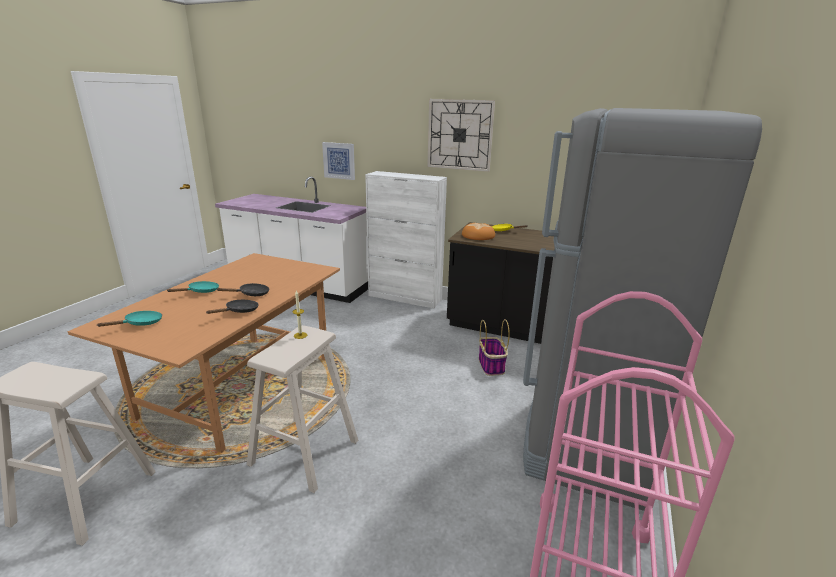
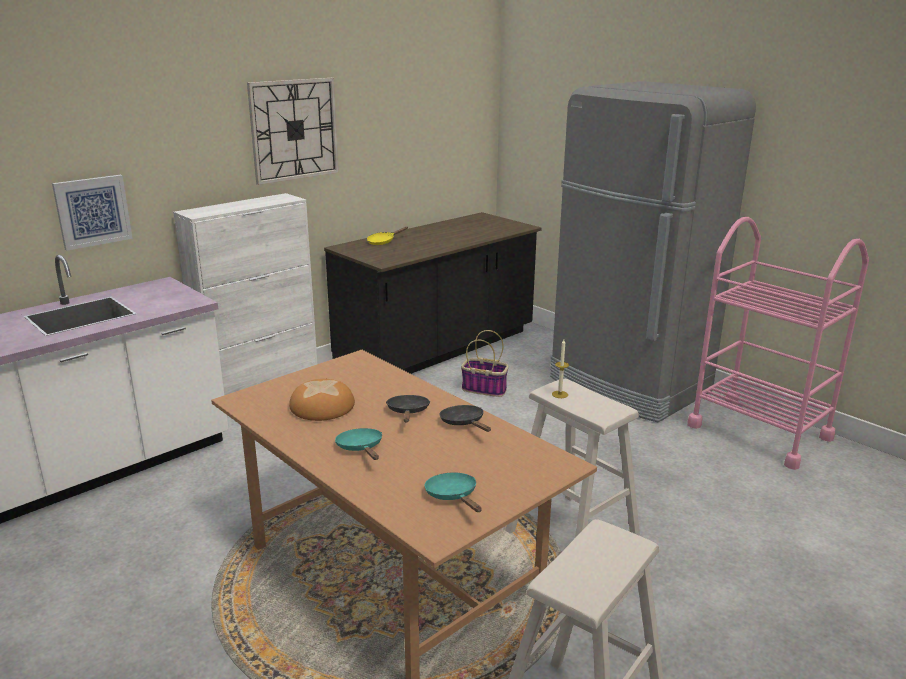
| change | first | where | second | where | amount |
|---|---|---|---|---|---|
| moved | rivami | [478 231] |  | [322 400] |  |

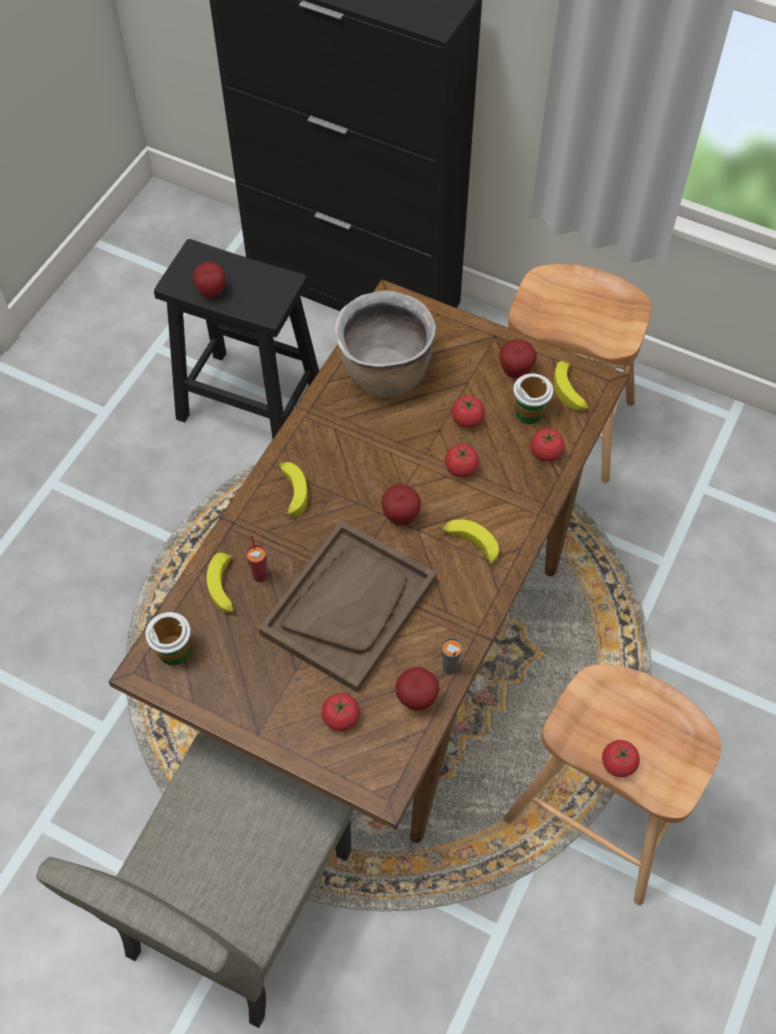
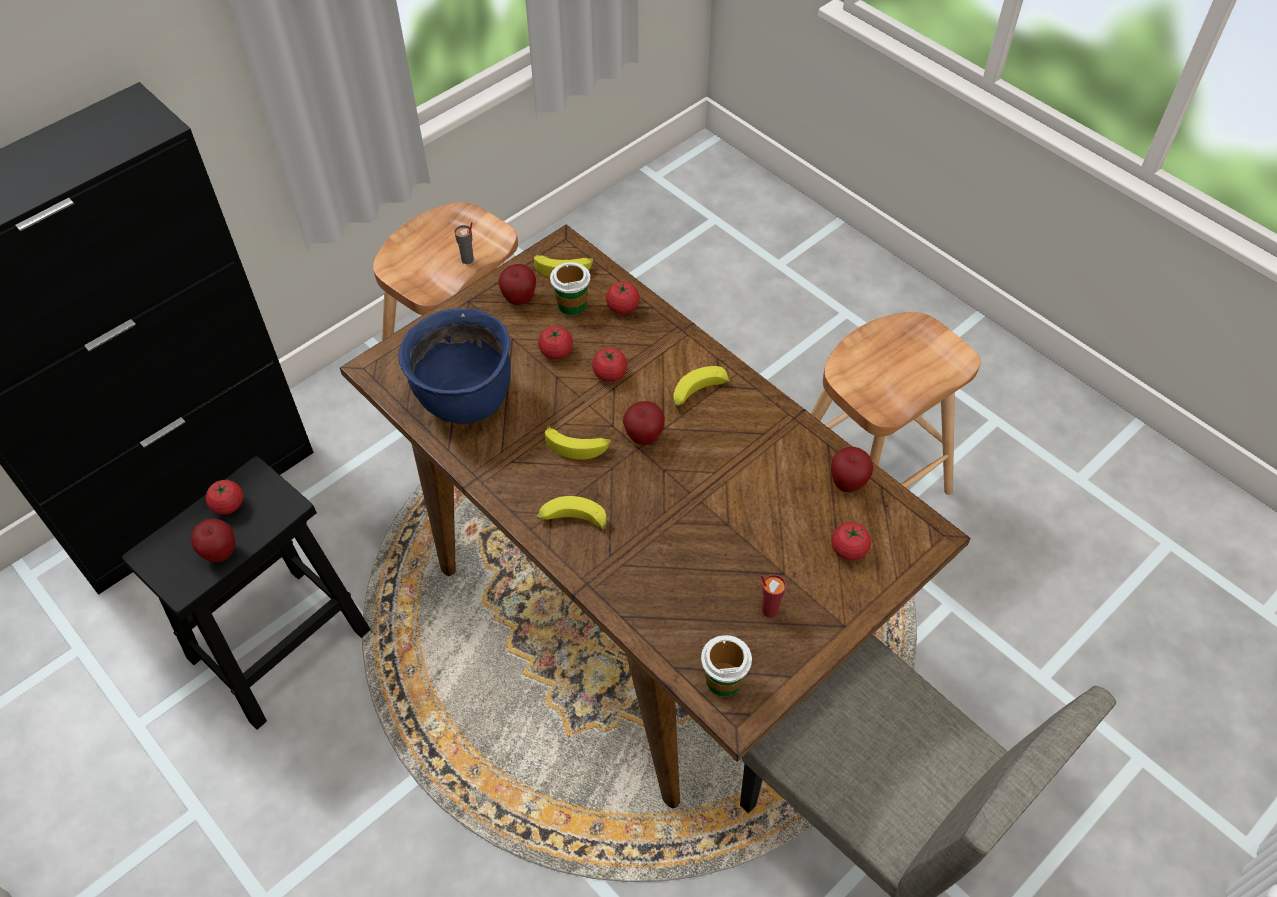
| change | first | where | second | where | amount |
|---|---|---|---|---|---|
| moved | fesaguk | [621 758] |  | [224 497] |  |
| recoloured | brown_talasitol | [385 344] | blue_talasitol | [455 366] |  |
| moved | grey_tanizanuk | [452 656] |  | [464 243] |  |
| moved | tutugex | [220 582] |  | [578 442] |  |
| moved | red_tanizanuk | [256 558] |  | [773 595] |  |
| removed | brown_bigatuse | [348 606] |  |  |  |

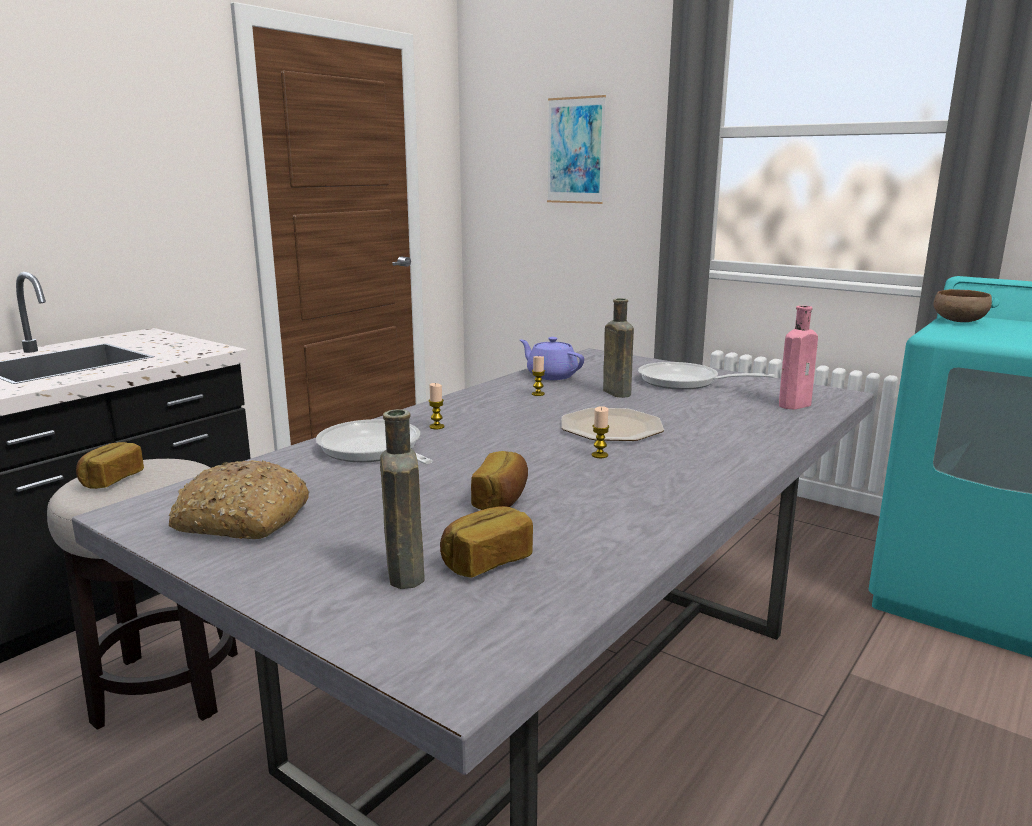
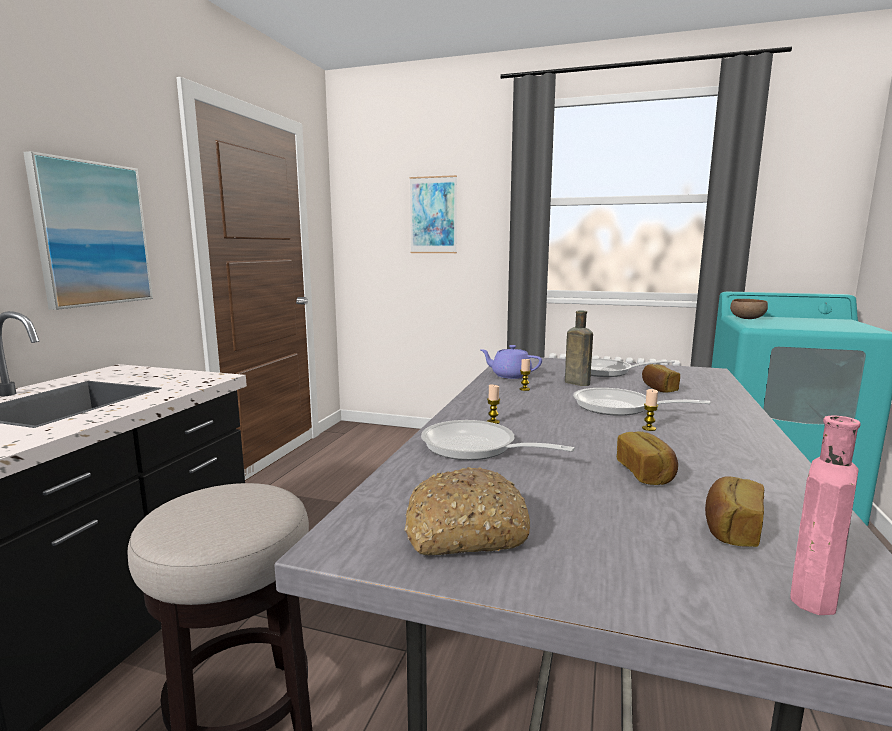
| change | first | where | second | where | amount |
|---|---|---|---|---|---|
| added |  |  | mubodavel | [88 230] |  |
| replaced | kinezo | [612 424] | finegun | [641 402] |  |
| moved | rivami | [110 465] |  | [661 378] |  |
| moved | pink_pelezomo | [798 358] |  | [825 515] |  |
| removed | brown_pelezomo | [402 499] |  |  |  |

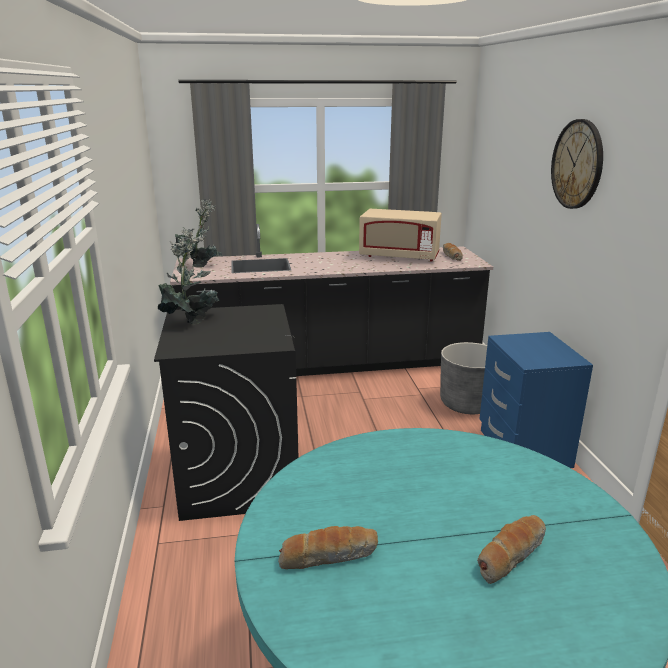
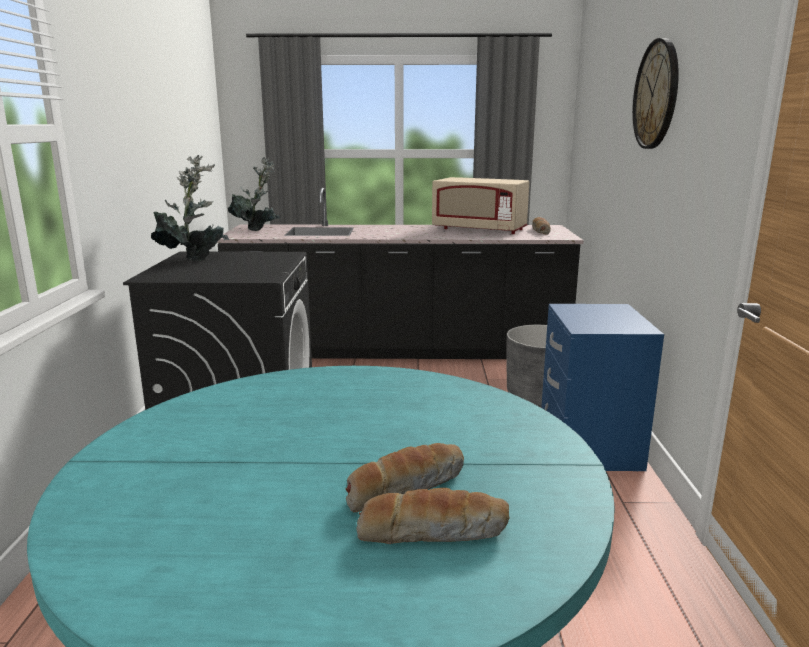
| change | first | where | second | where | amount |
|---|---|---|---|---|---|
| moved | rivami | [328 547] |  | [433 516] |  |

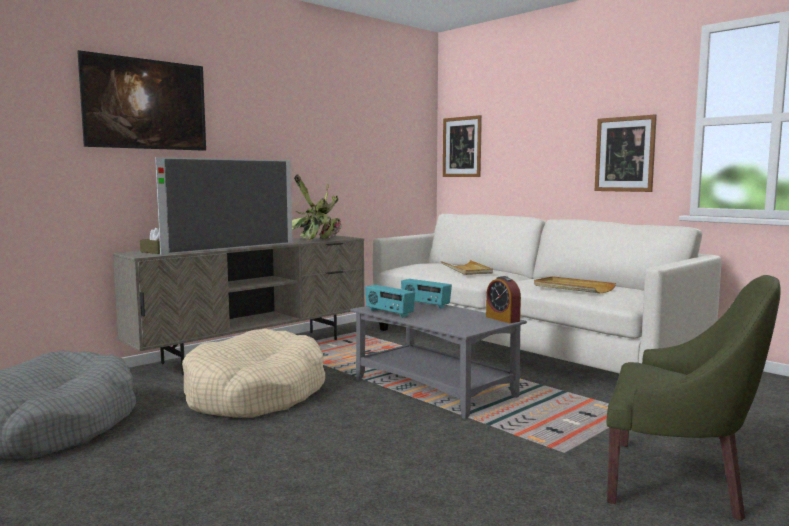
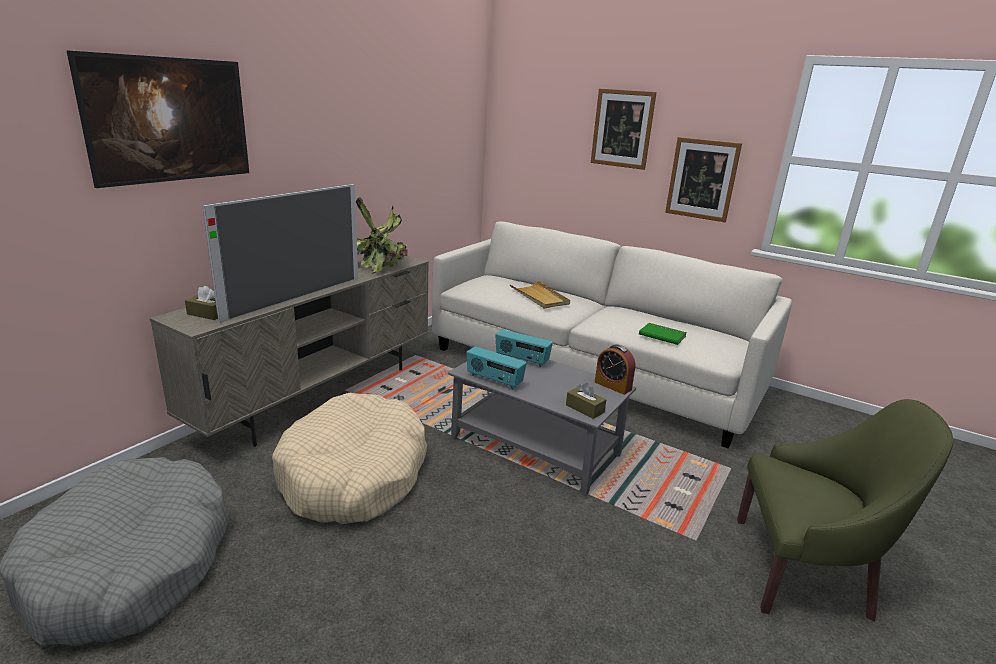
| change | first | where | second | where | amount |
|---|---|---|---|---|---|
| added |  |  | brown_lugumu | [586 401] |  |
| moved | mubodavel | [462 146] |  | [624 129] |  |
| replaced | beige_bigatuse | [575 284] | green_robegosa | [663 334] |  |

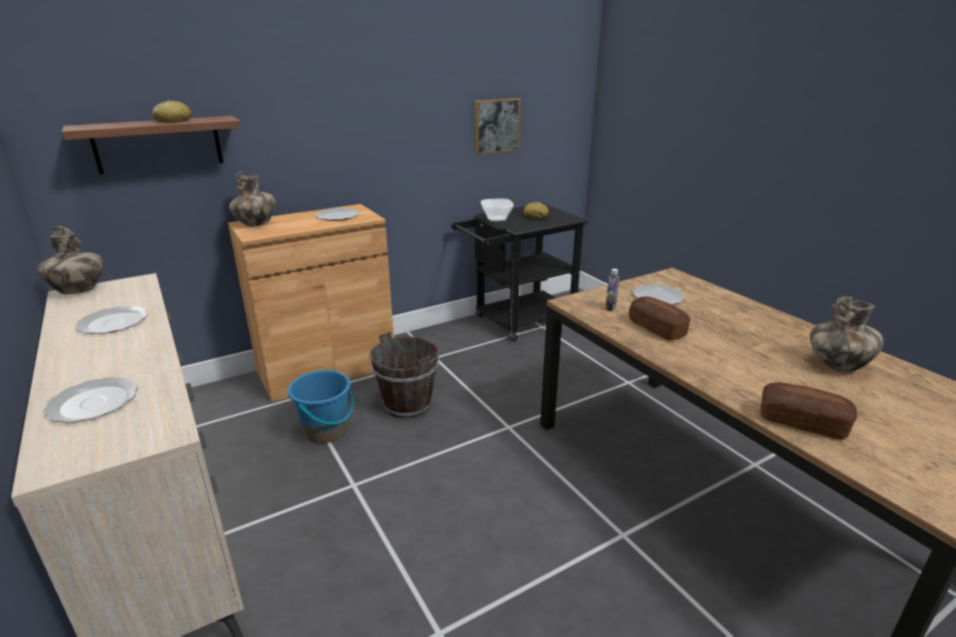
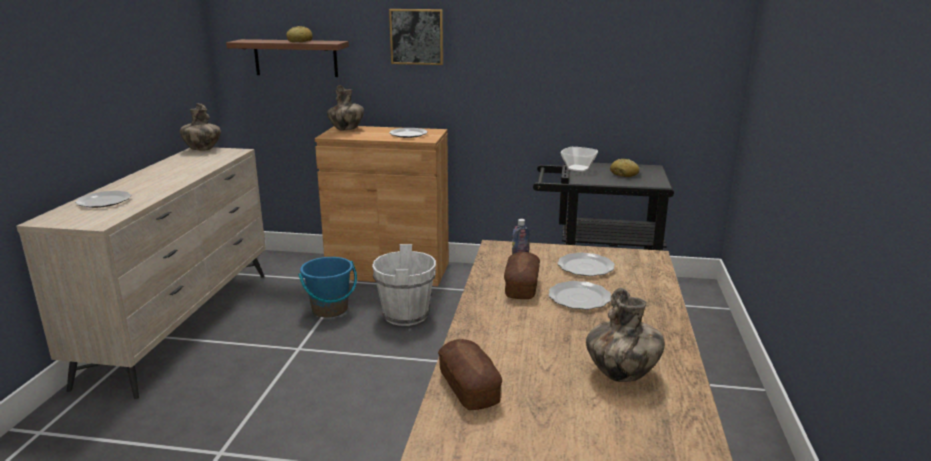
| change | first | where | second | where | amount |
|---|---|---|---|---|---|
| recoloured | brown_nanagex | [404 375] | white_nanagex | [404 285] |  |
| moved | mubodavel | [498 126] |  | [416 37] |  |
| moved | kinezo | [111 320] |  | [580 295] |  |

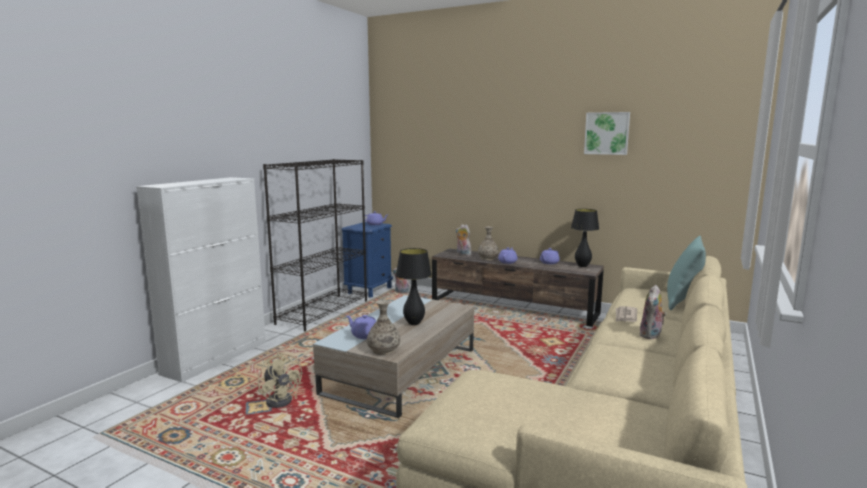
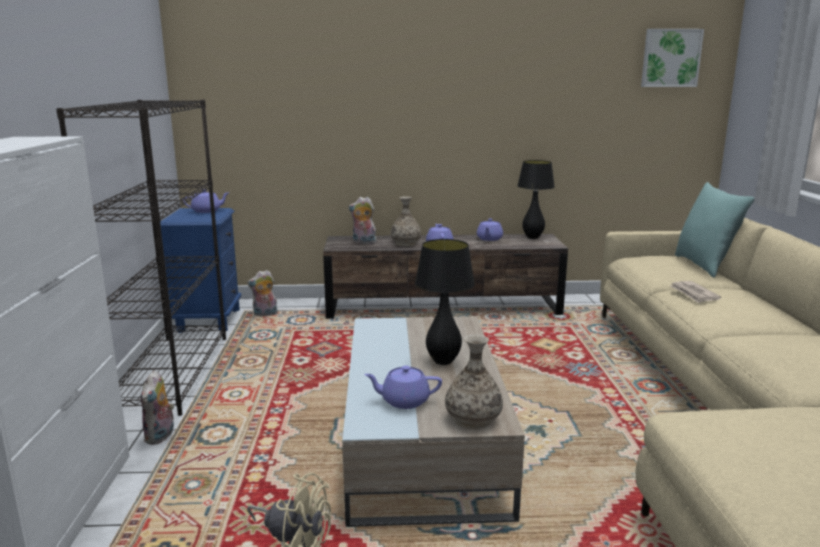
| change | first | where | second | where | amount |
|---|---|---|---|---|---|
| moved | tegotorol | [653 312] |  | [157 407] |  |
| moved | mubodavel | [607 133] |  | [672 58] |  |

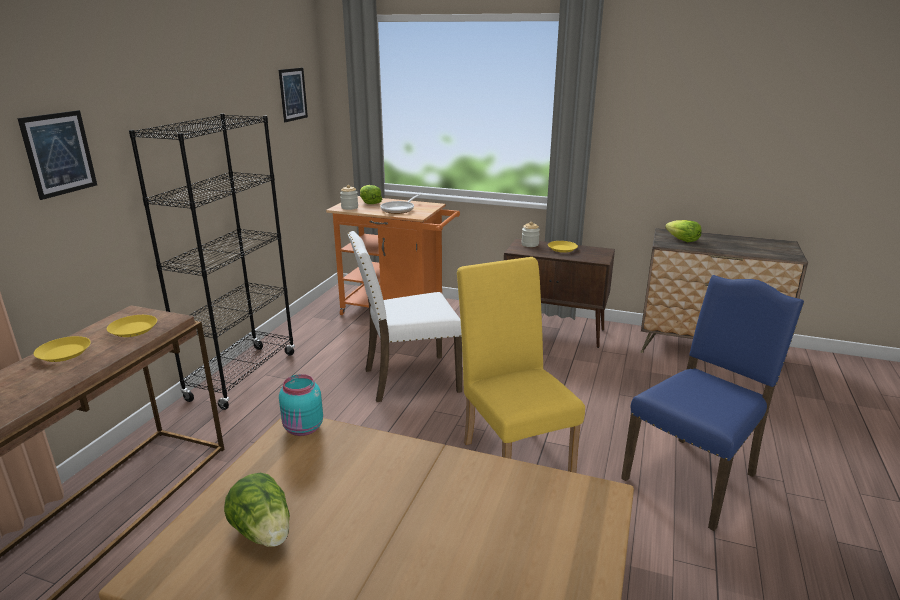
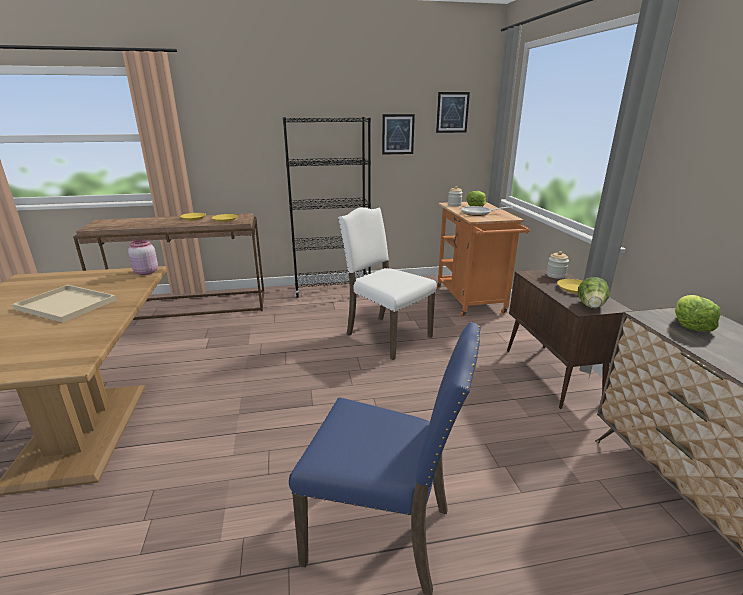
| change | first | where | second | where | amount |
|---|---|---|---|---|---|
| added |  |  | beige_bigatuse | [64 304] |  |
| recoloured | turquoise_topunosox | [301 405] | pink_topunosox | [143 257] |  |
| moved | mubodavel | [57 155] |  | [398 134] |  |
| moved | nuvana | [257 510] |  | [594 292] |  |
| removed | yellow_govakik | [521 365] |  |  |  |

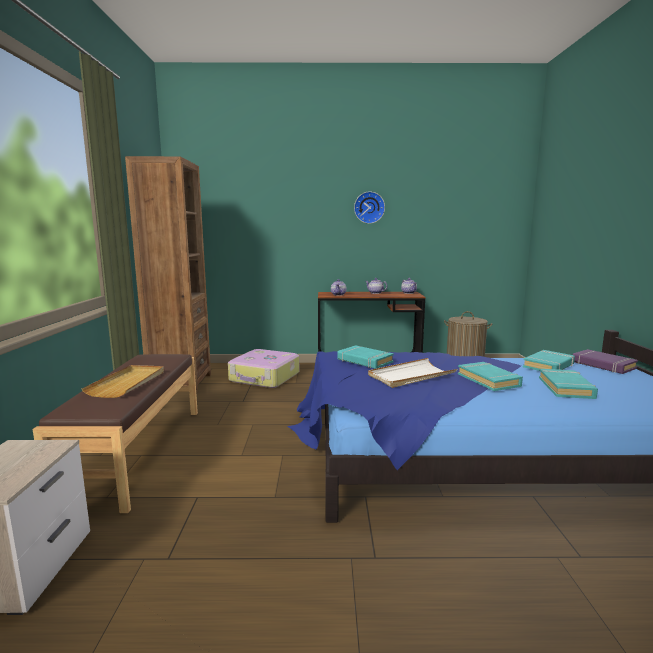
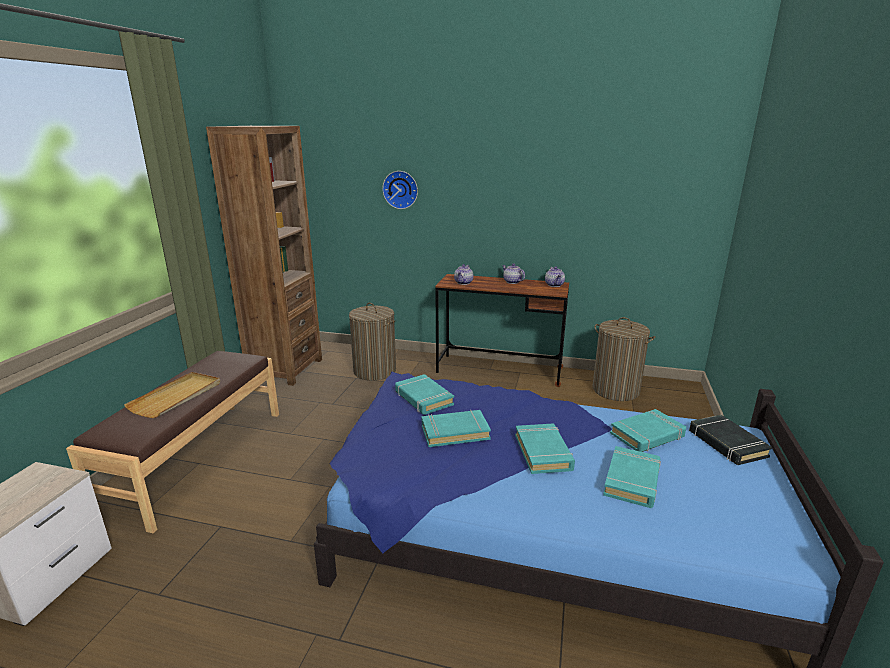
| change | first | where | second | where | amount |
|---|---|---|---|---|---|
| replaced | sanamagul | [263 368] | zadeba | [372 342] |  |
| moved | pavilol | [369 207] |  | [400 190] |  |
| replaced | white_bigatuse | [412 373] | turquoise_robegosa | [456 428] |  |
| recoloured | purple_robegosa | [605 361] | black_robegosa | [730 440] |  |

